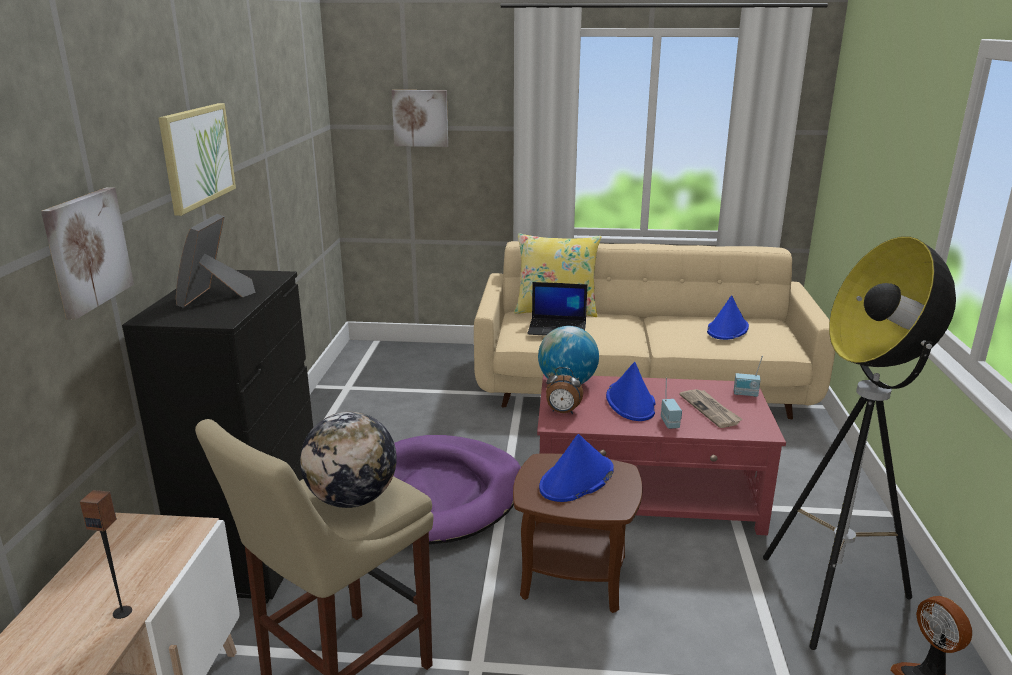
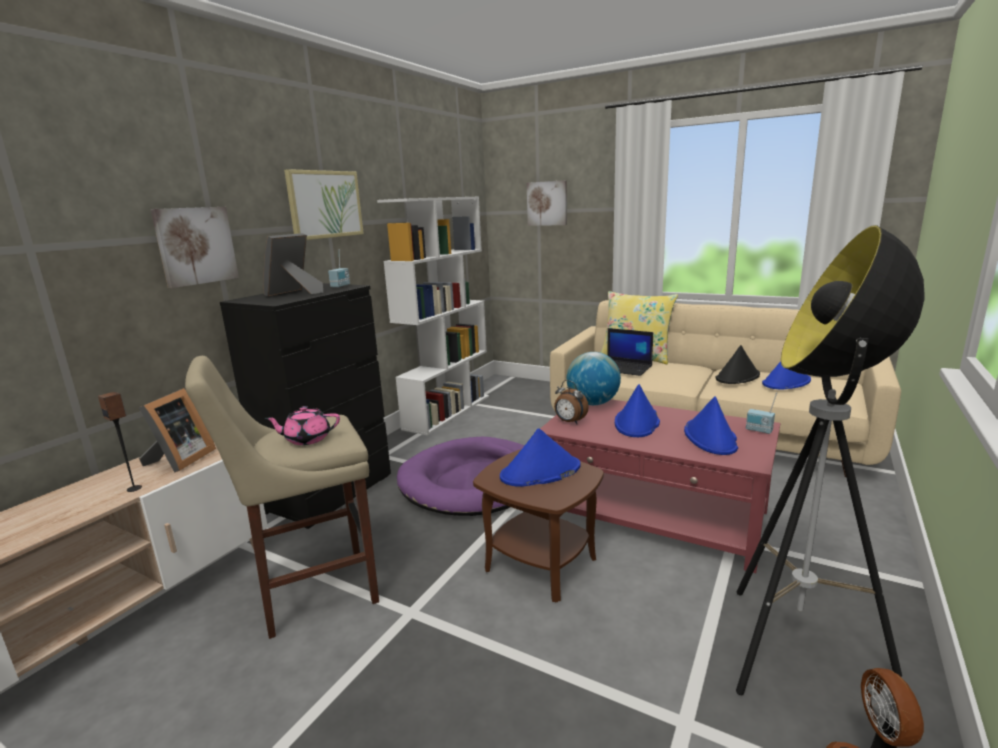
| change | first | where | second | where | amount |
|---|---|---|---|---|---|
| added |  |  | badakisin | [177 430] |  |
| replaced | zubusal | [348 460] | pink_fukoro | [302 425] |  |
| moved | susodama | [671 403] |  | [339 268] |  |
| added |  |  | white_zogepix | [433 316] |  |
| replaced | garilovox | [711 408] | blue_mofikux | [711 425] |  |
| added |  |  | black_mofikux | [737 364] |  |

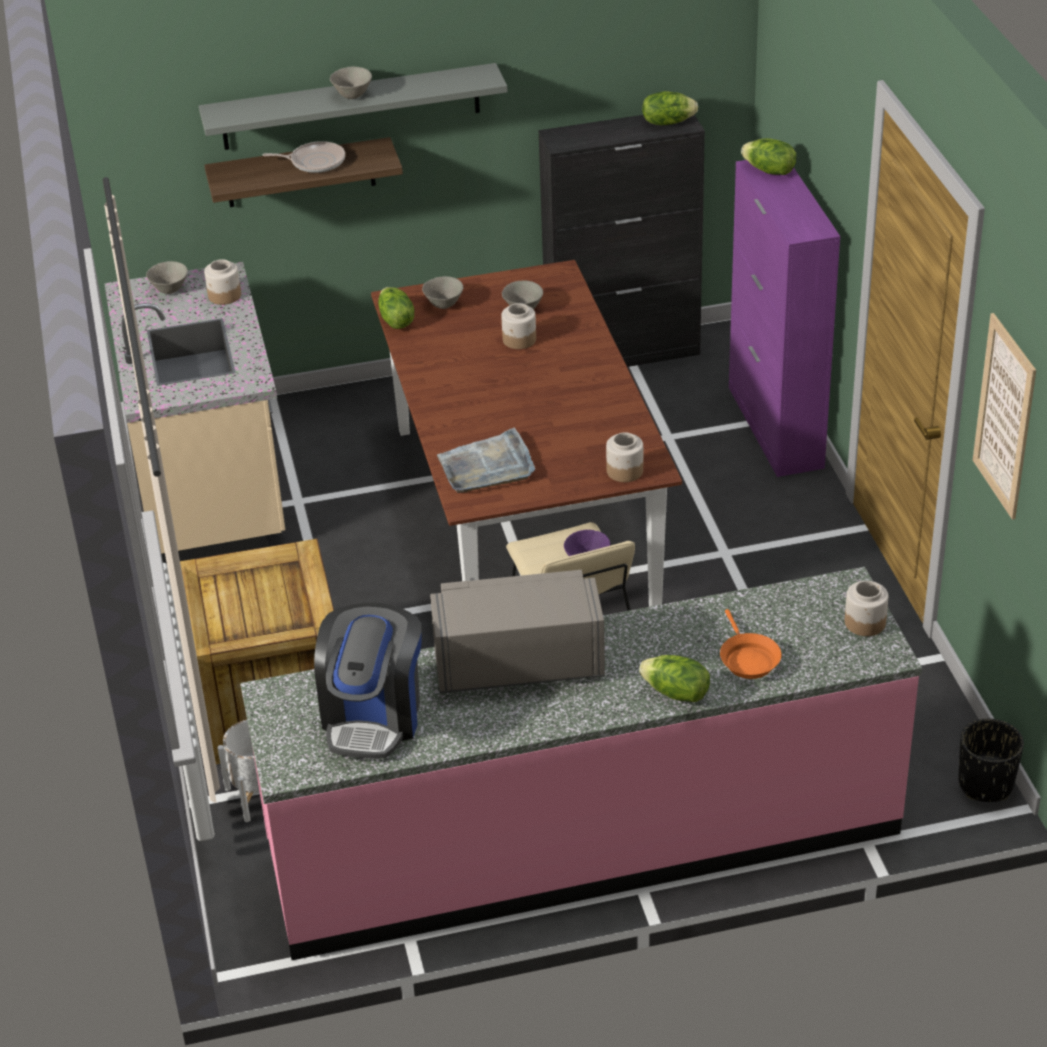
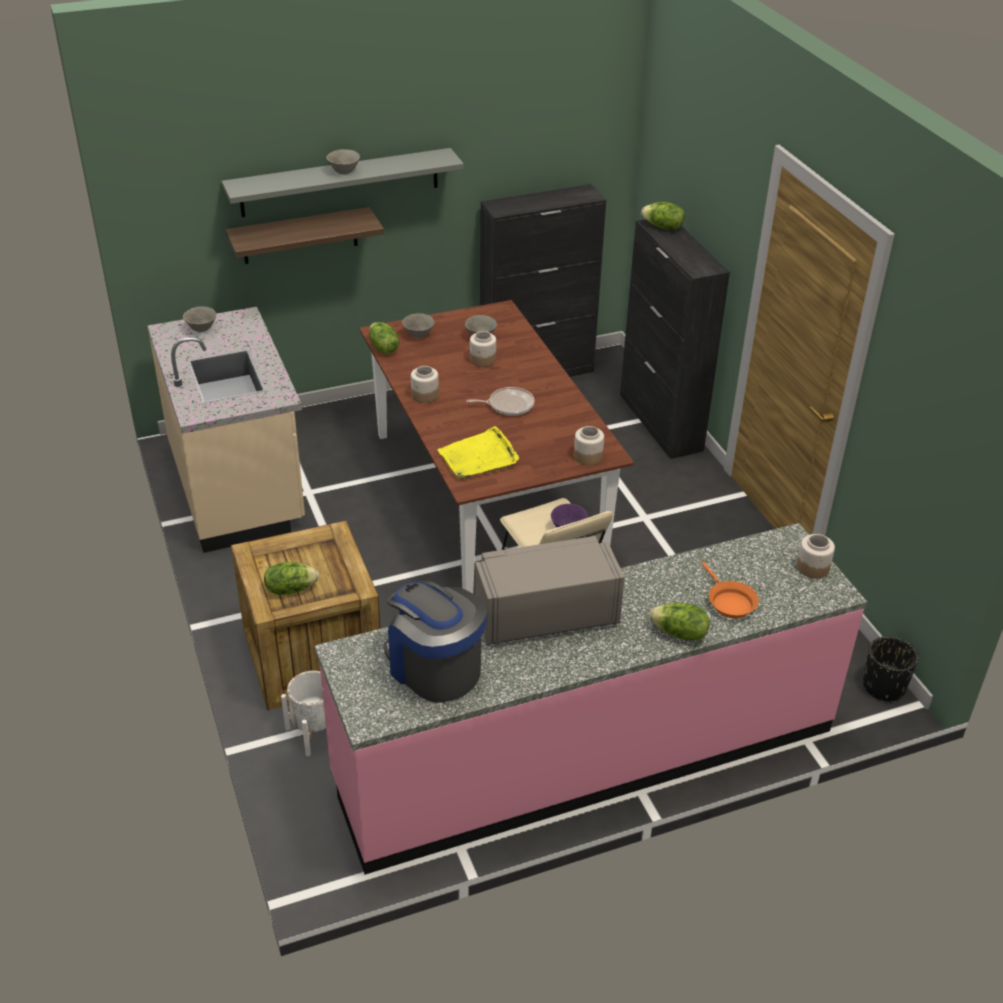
| change | first | where | second | where | amount |
|---|---|---|---|---|---|
| moved | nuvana | [670 108] |  | [291 578] |  |
| turned | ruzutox | [368 681] |  | [435 642] | 135 degrees clockwise |
| moved | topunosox | [222 282] |  | [425 384] |  |
| recoloured | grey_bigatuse | [486 460] | yellow_bigatuse | [478 452] |  |
| moved | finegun | [304 157] |  | [501 401] |  |
| recoloured | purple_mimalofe | [784 318] | black_mimalofe | [675 339] |  |
| removed | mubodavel | [1004 416] |  |  |  |

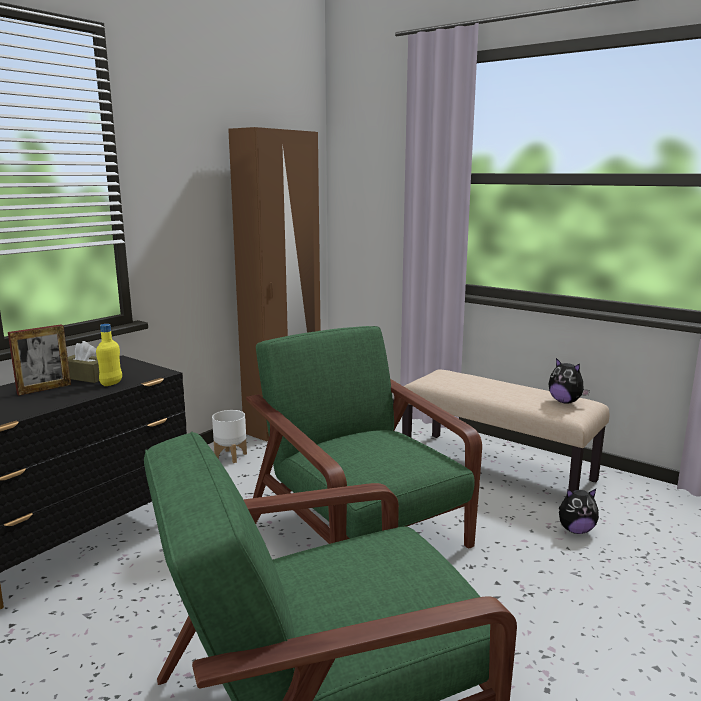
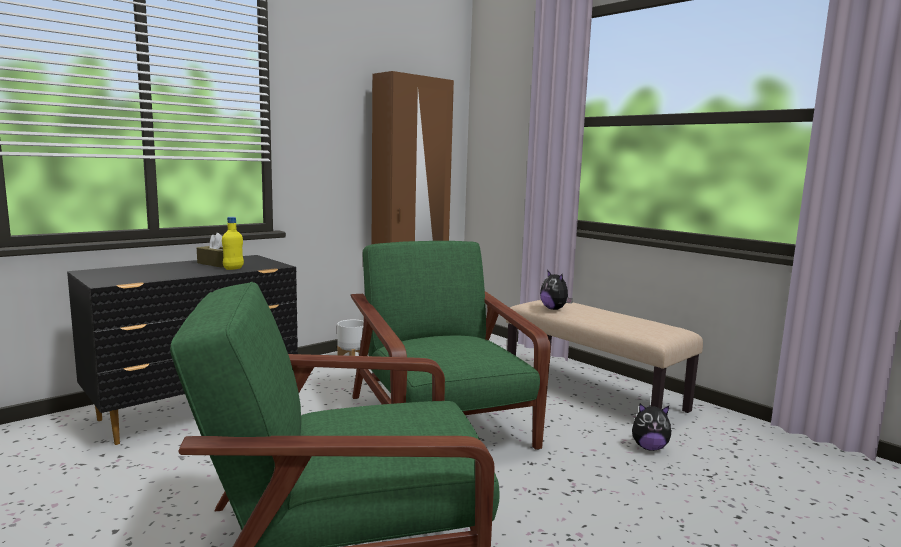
| change | first | where | second | where | amount |
|---|---|---|---|---|---|
| moved | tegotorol | [569 381] |  | [556 290] |  |
| removed | badakisin | [39 359] |  |  |  |

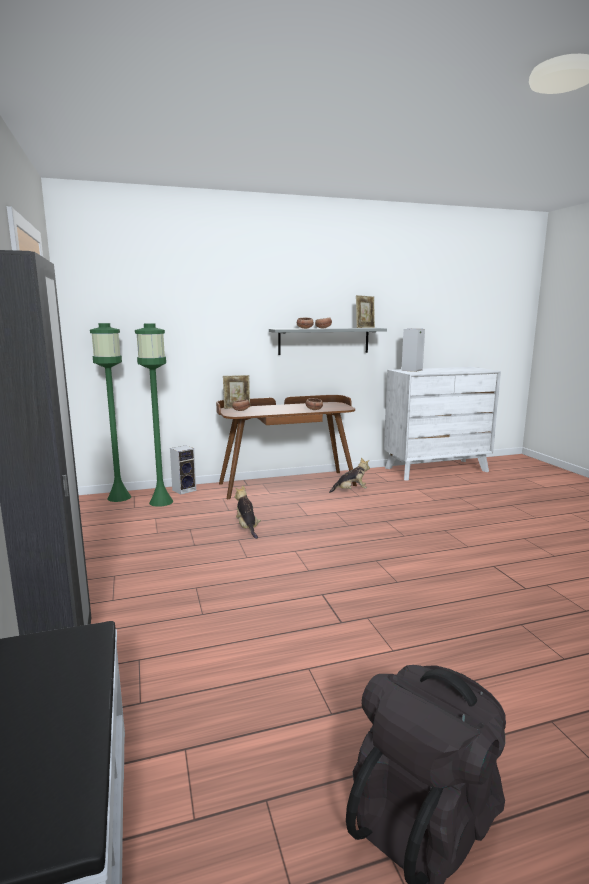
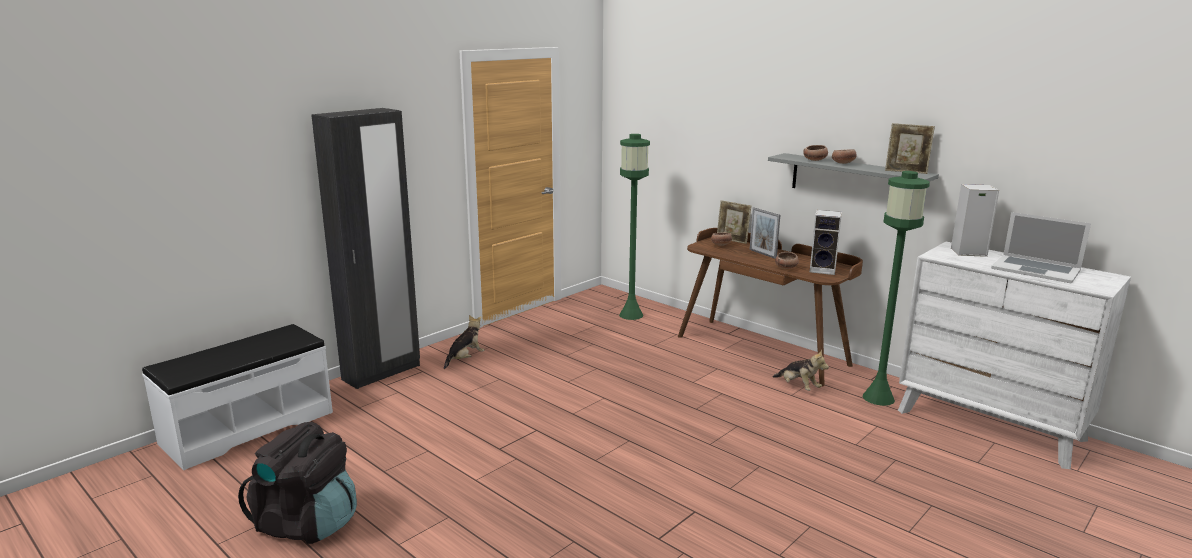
| change | first | where | second | where | amount |
|---|---|---|---|---|---|
| moved | tegotorol | [248 512] |  | [464 342] |  |
| added |  |  | badakisin | [765 233] |  |
| moved | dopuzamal | [183 470] |  | [826 242] |  |
| moved | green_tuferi | [110 412] |  | [896 288] |  |
| added |  |  | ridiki | [1041 248] |  |

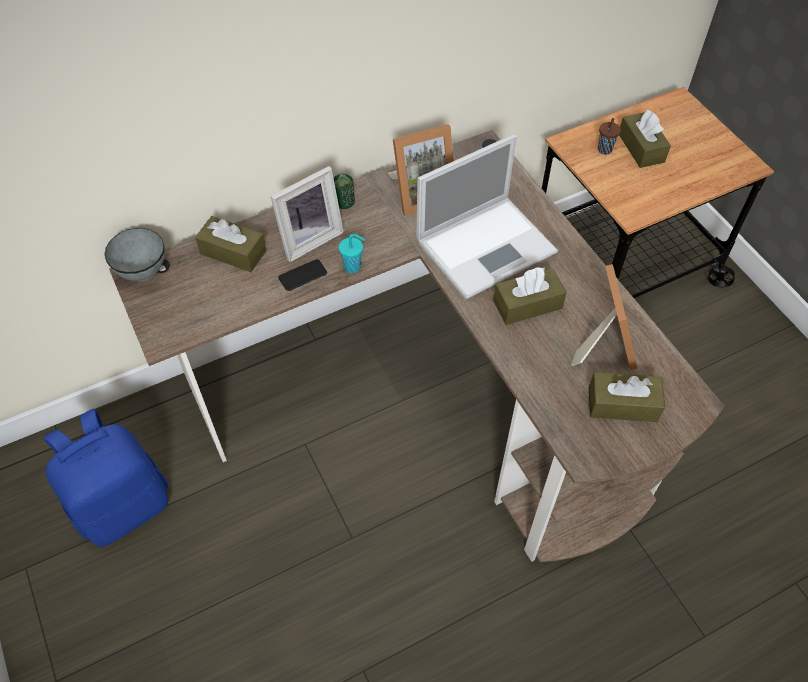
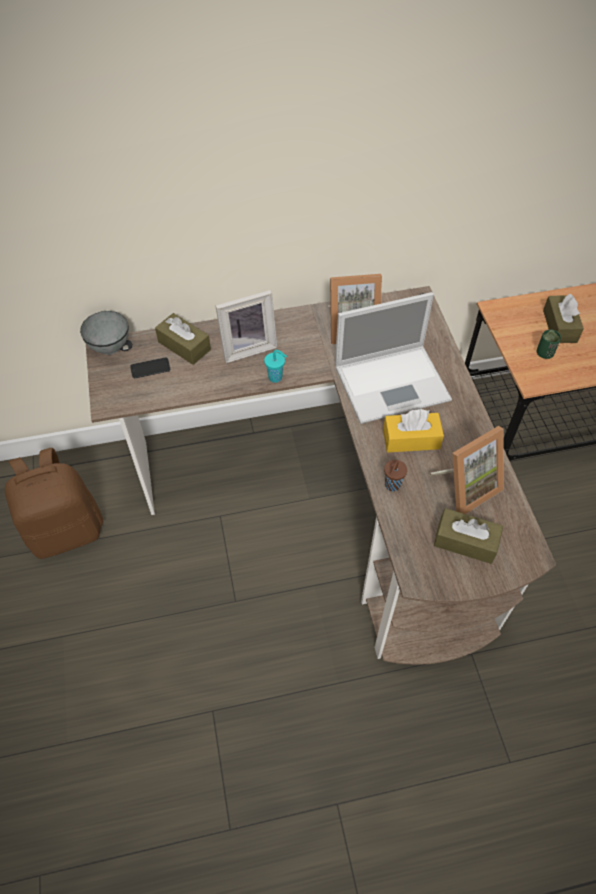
| change | first | where | second | where | amount |
|---|---|---|---|---|---|
| recoloured | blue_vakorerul | [105 477] | brown_vakorerul | [54 503] |  |
| moved | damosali | [302 275] |  | [150 368] |  |
| recoloured | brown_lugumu | [530 296] | yellow_lugumu | [413 431] |  |
| moved | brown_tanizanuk | [609 136] |  | [395 475] |  |
| turned | badakisin | [604 317] |  | [467 470] | 45 degrees clockwise |
| moved | green_tanizanuk | [344 191] |  | [549 344] |  |

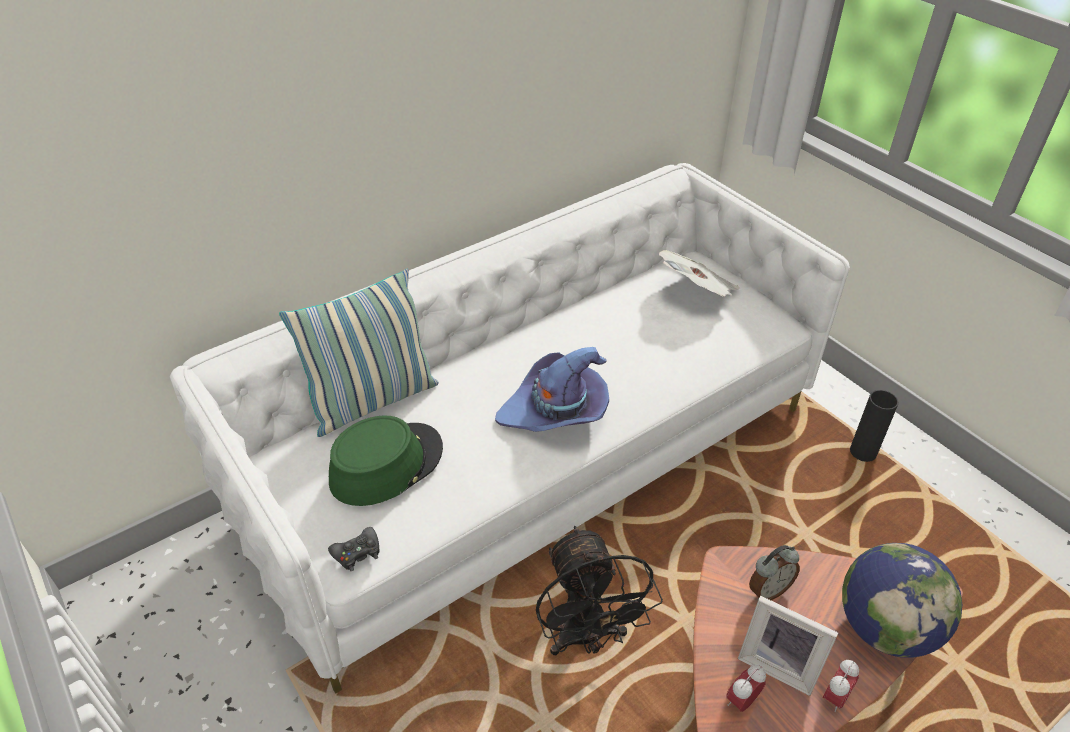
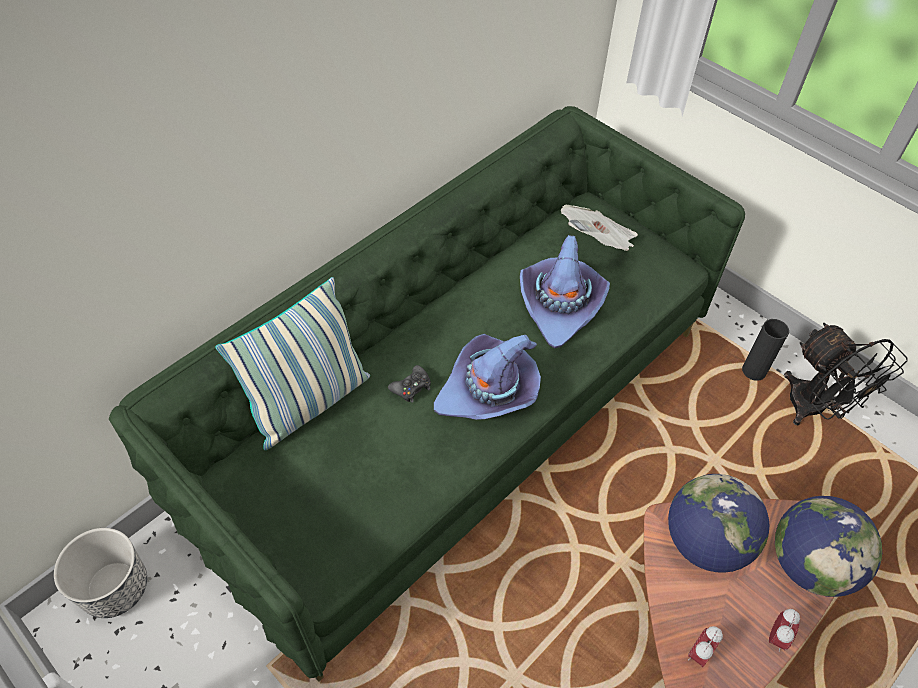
| change | first | where | second | where | amount |
|---|---|---|---|---|---|
| added |  |  | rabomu | [100 573] |  |
| recoloured | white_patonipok | [510 428] | green_patonipok | [427 394] |  |
| moved | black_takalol | [353 549] |  | [409 384] |  |
| added |  |  | purple_mofikux | [565 291] |  |
| replaced | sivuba | [774 572] | zubusal | [718 523] |  |
| moved | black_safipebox | [599 590] |  | [846 374] |  |
| removed | green_mofikux | [386 460] |  |  |  |
| removed | badakisin | [788 646] |  |  |  |

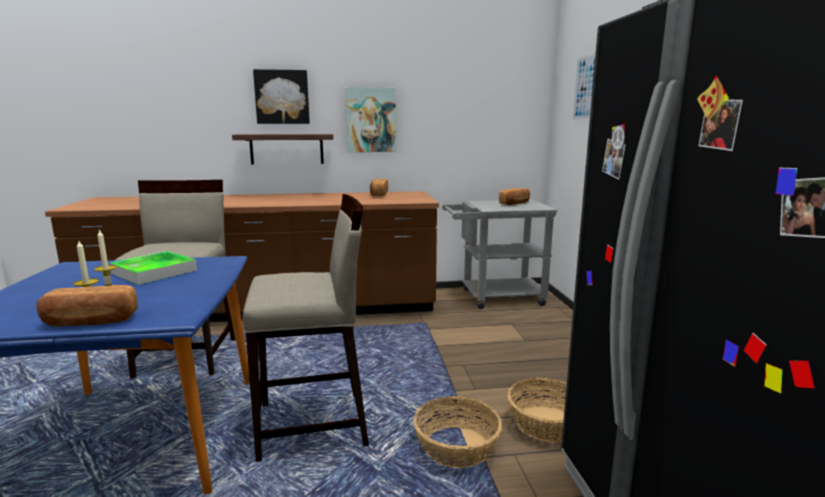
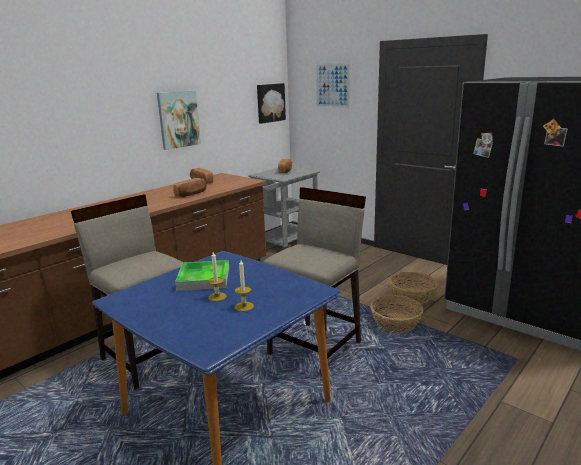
| change | first | where | second | where | amount |
|---|---|---|---|---|---|
| moved | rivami | [87 306] |  | [190 187] |  |
| moved | mubodavel | [281 96] |  | [271 103] |  |
| removed | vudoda | [283 149] |  |  |  |

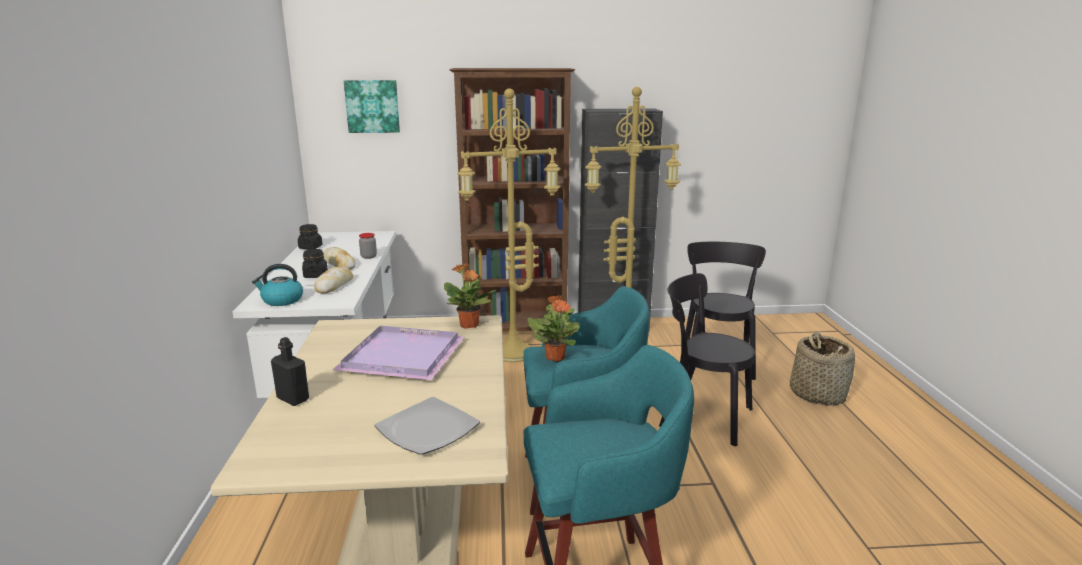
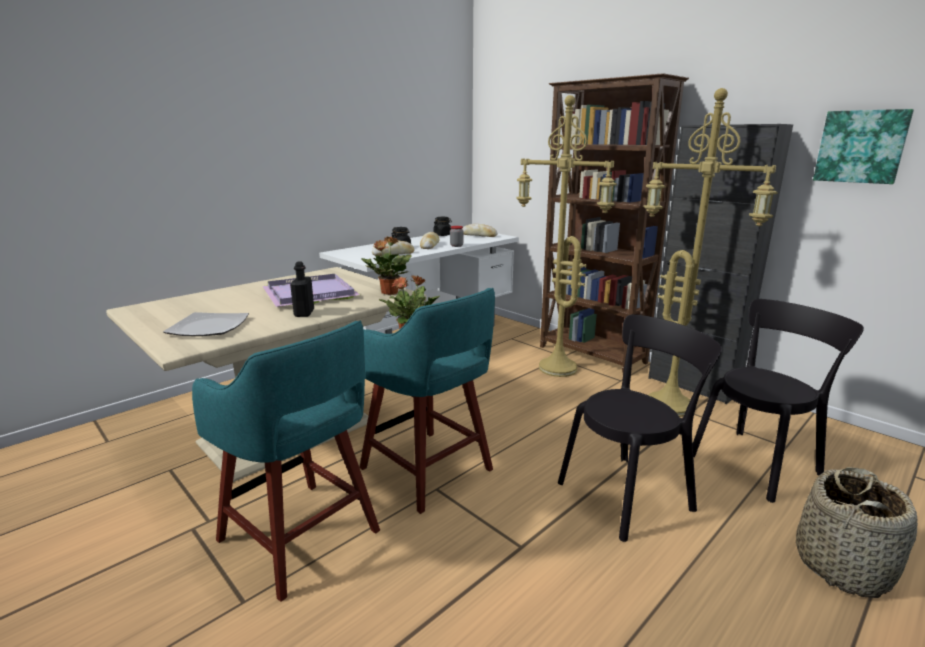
| change | first | where | second | where | amount |
|---|---|---|---|---|---|
| moved | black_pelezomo | [290 371] |  | [302 289] |  |
| added |  |  | rivami | [480 230] |  |
| turned | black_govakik | [707 359] |  | [640 428] | 75 degrees clockwise |
| moved | mubodavel | [372 106] |  | [863 146] |  |
| removed | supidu | [277 285] |  |  |  |

